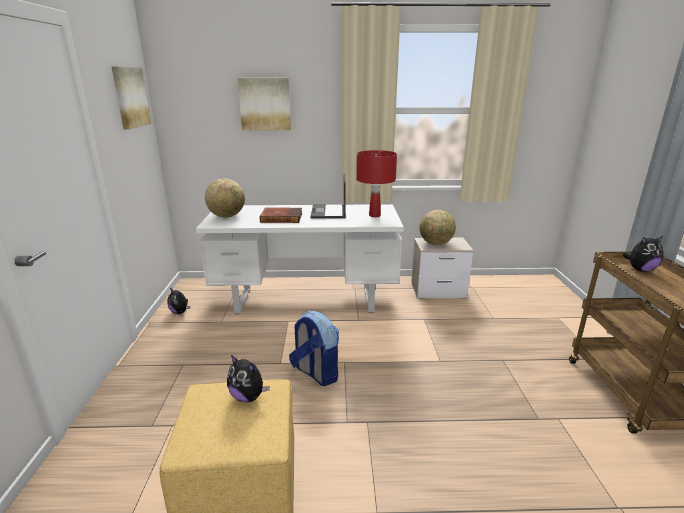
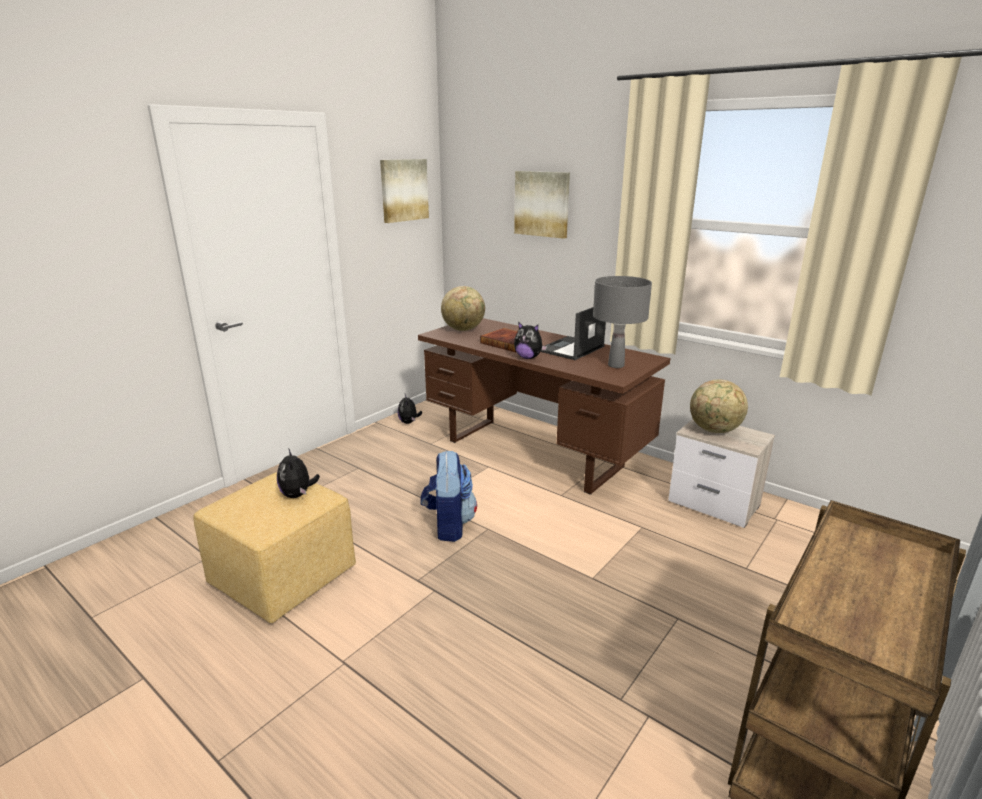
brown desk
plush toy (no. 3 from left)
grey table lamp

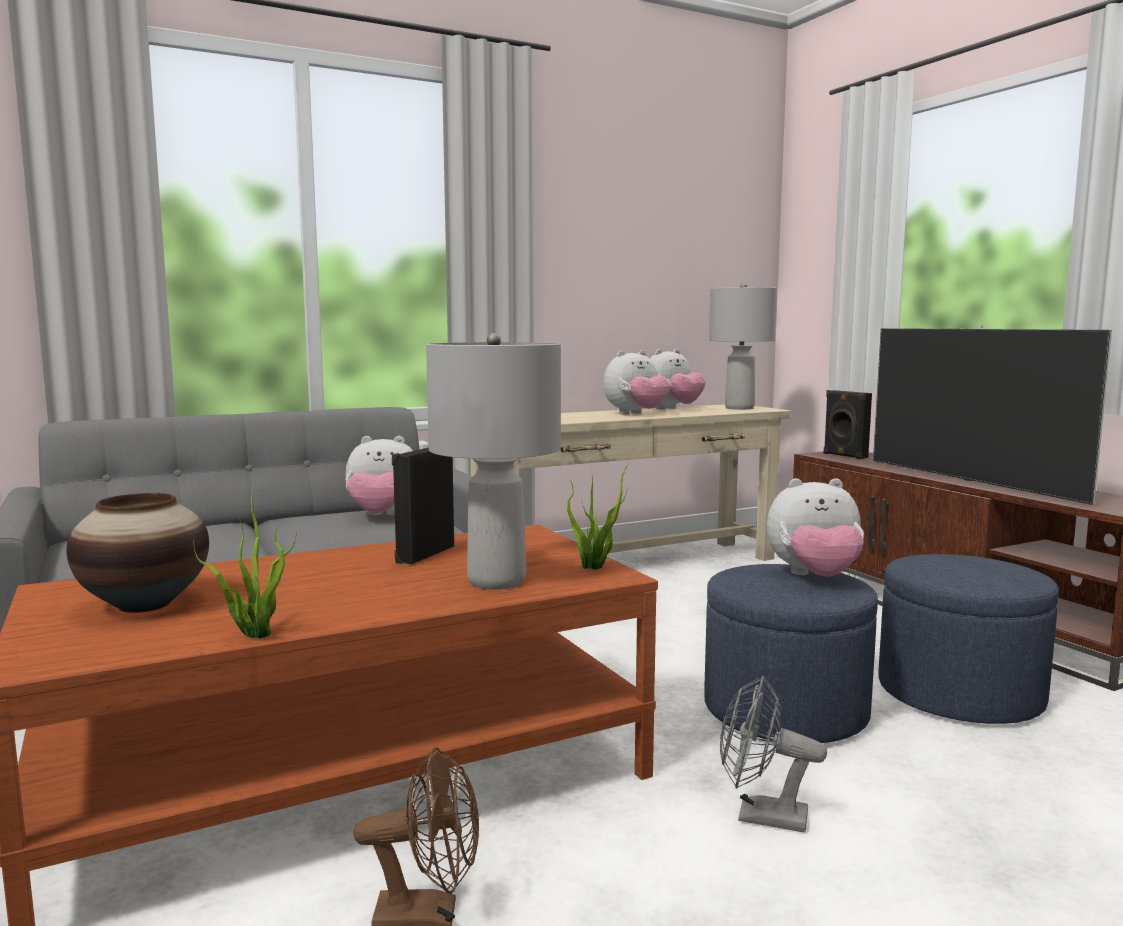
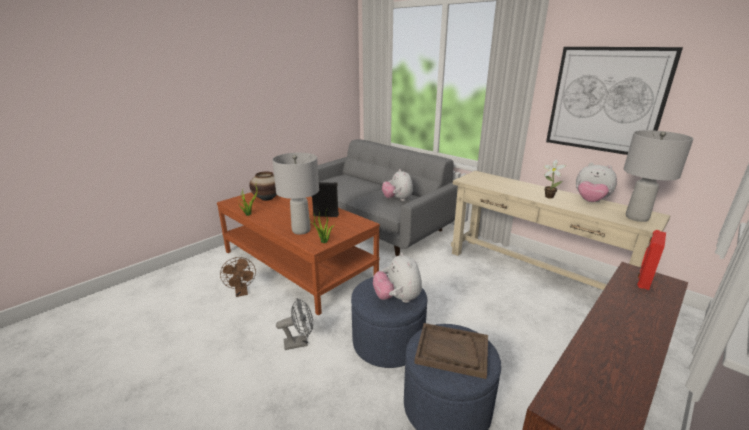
grey fan
brown tray
potted plant (no. 3 from left)
picture
red speaker
television

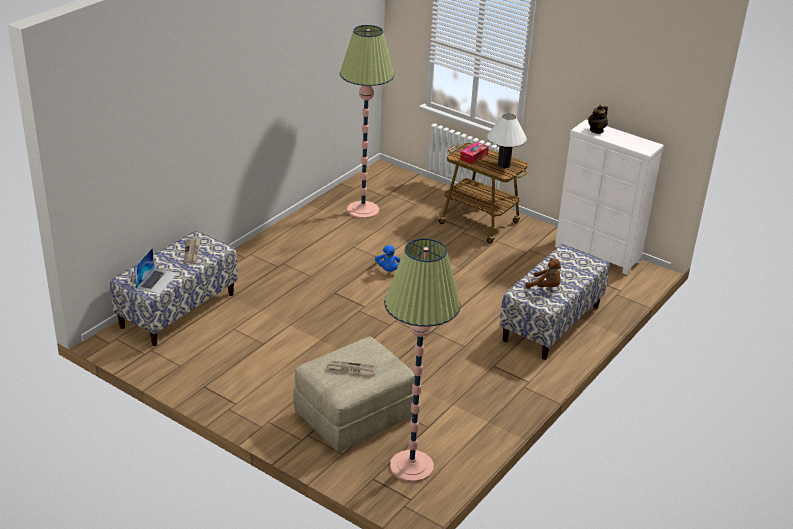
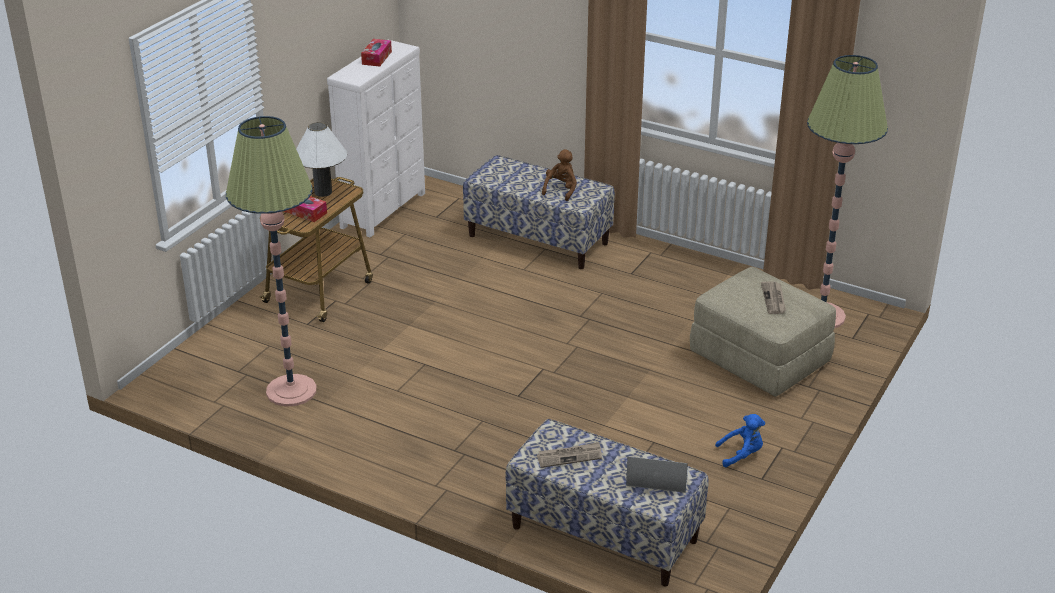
tissue box (no. 2 from left)
blue plush toy
teapot

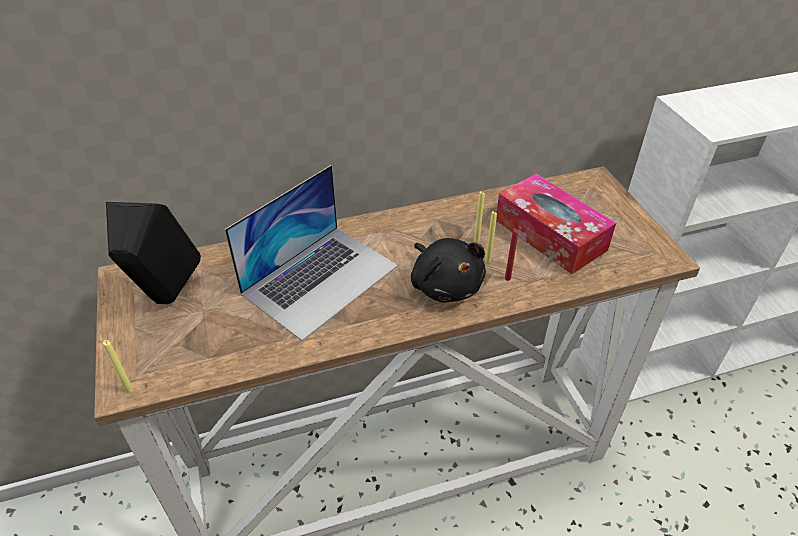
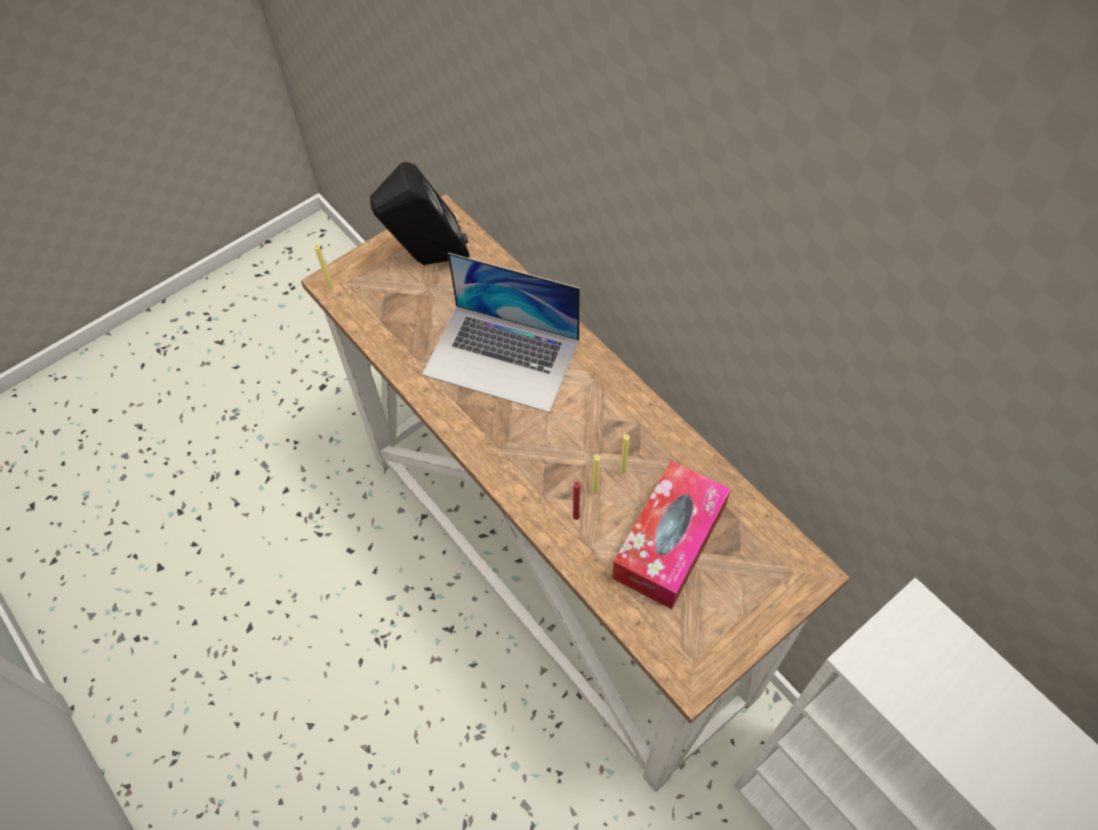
black plush toy

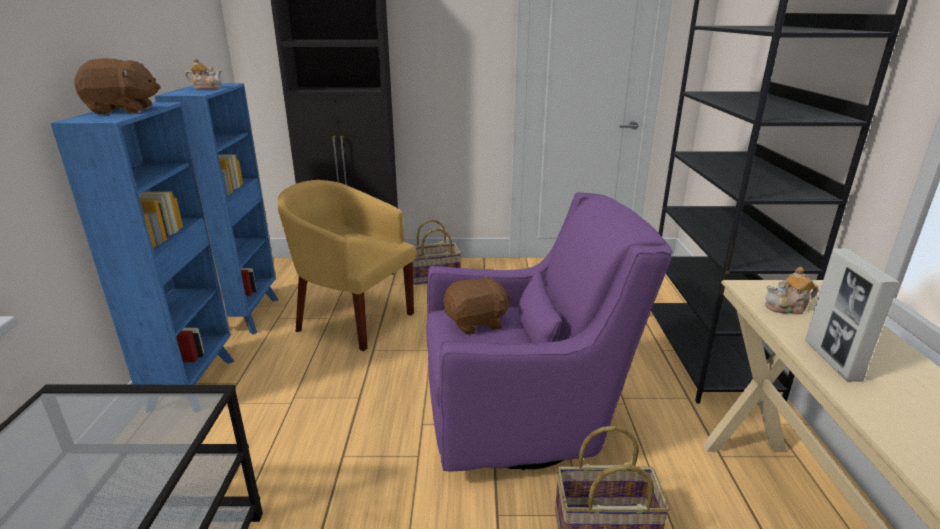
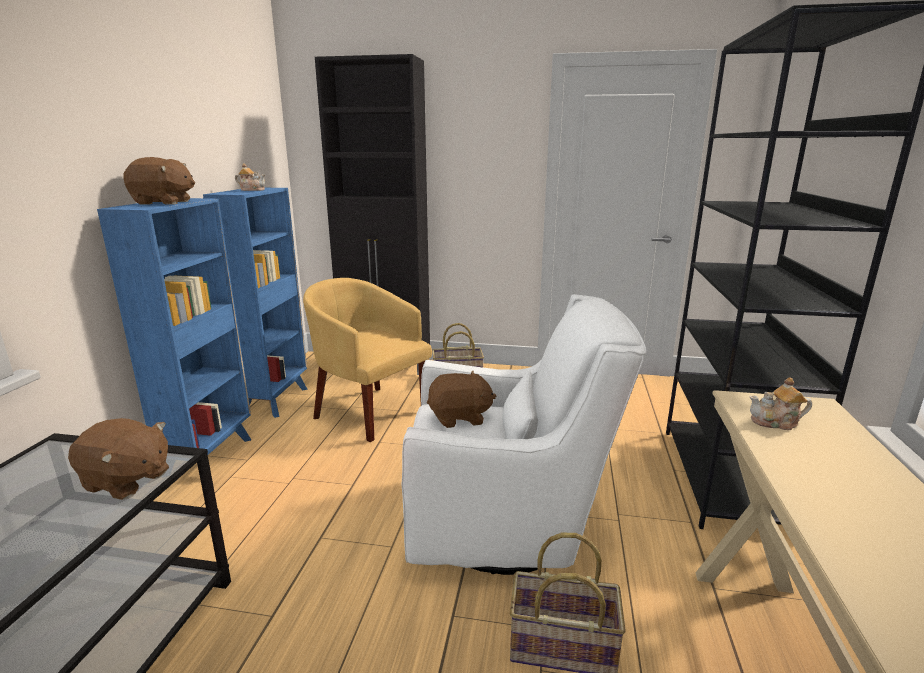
brown plush toy (no. 1 from left)
white armchair
picture frame

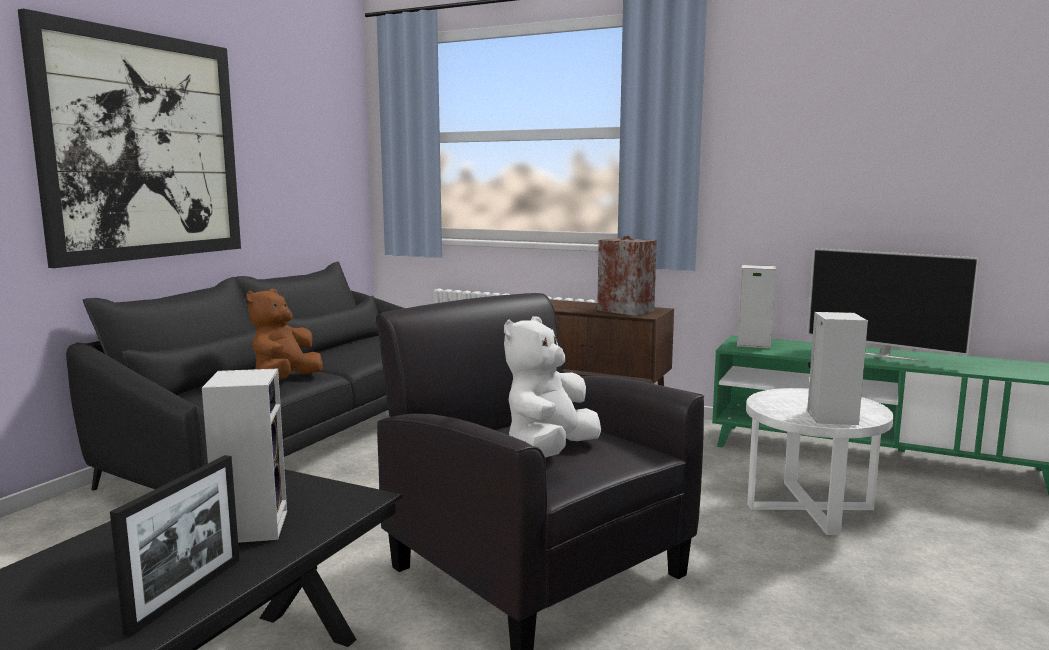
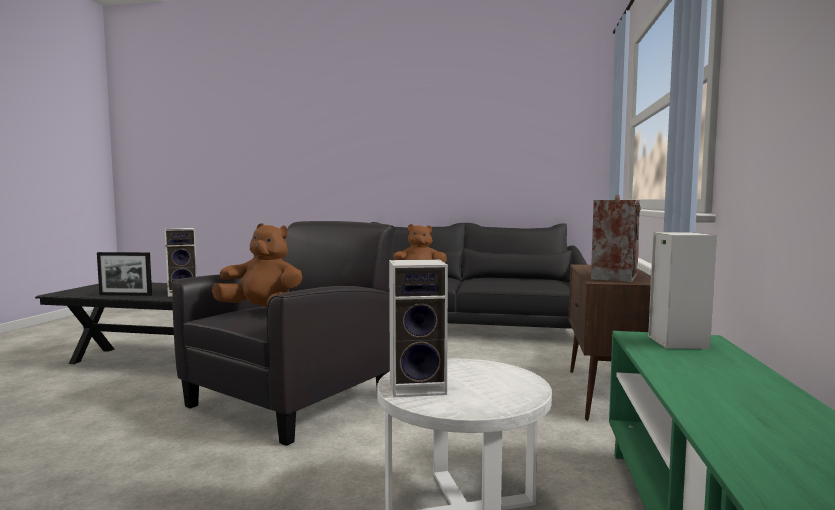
brown plush toy (no. 1 from left)
picture
television

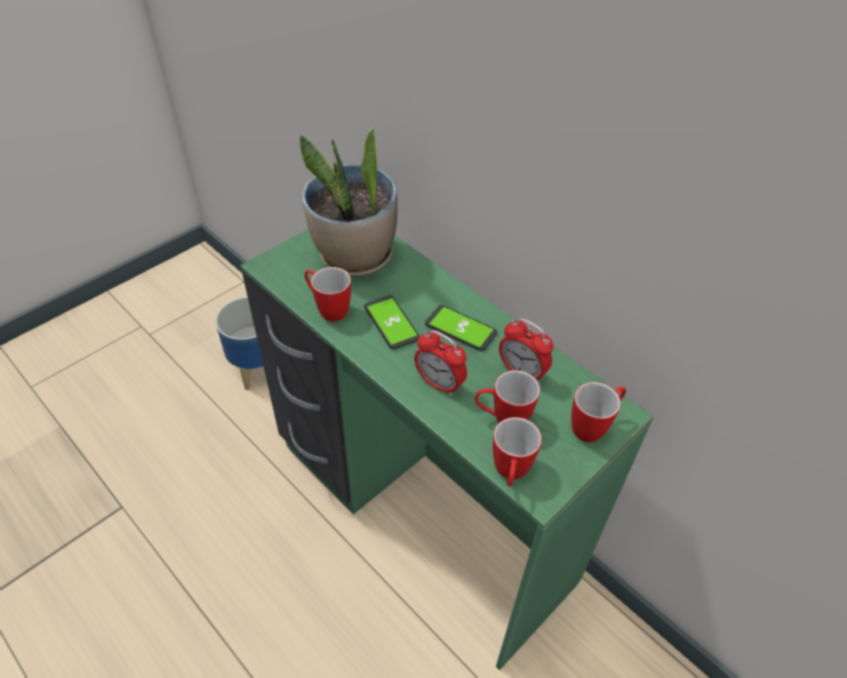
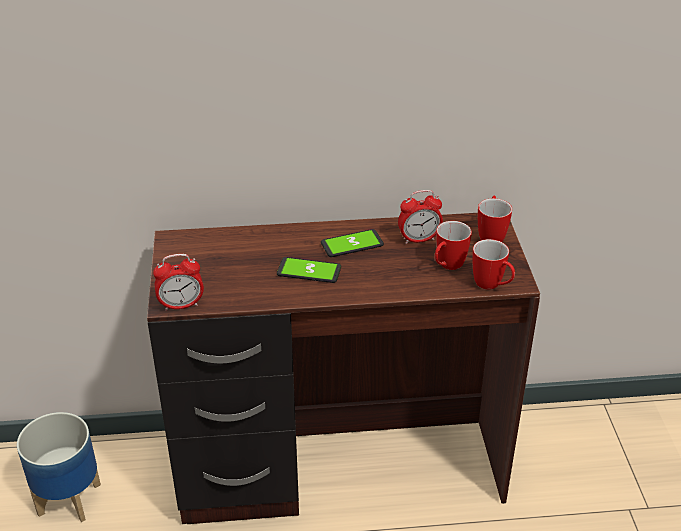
brown desk
alarm clock (no. 1 from left)
potted plant
mug (no. 1 from left in the first image)

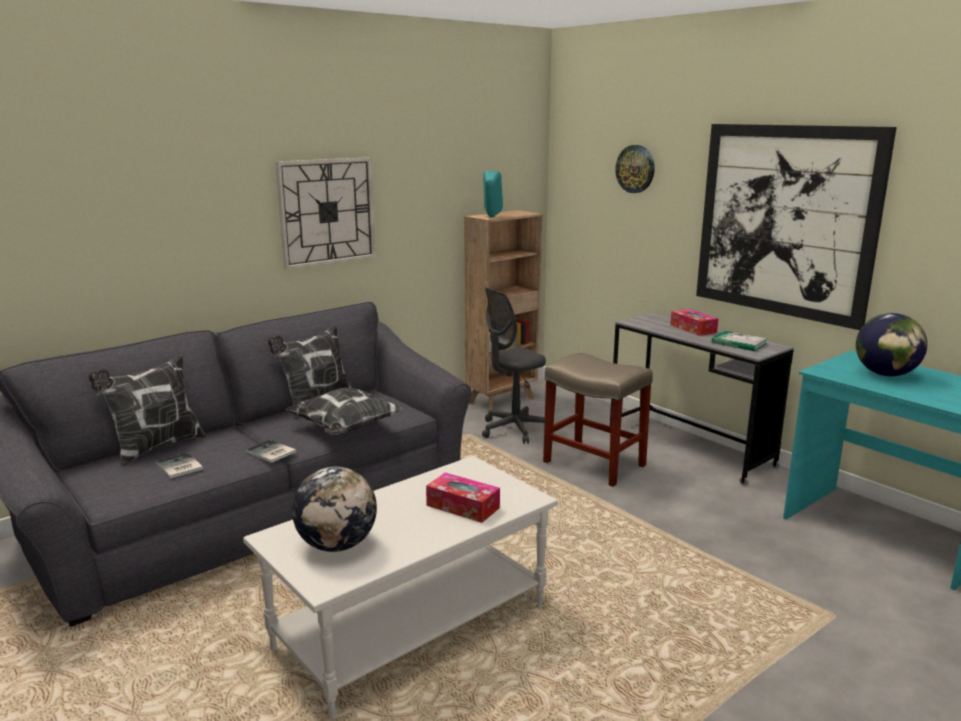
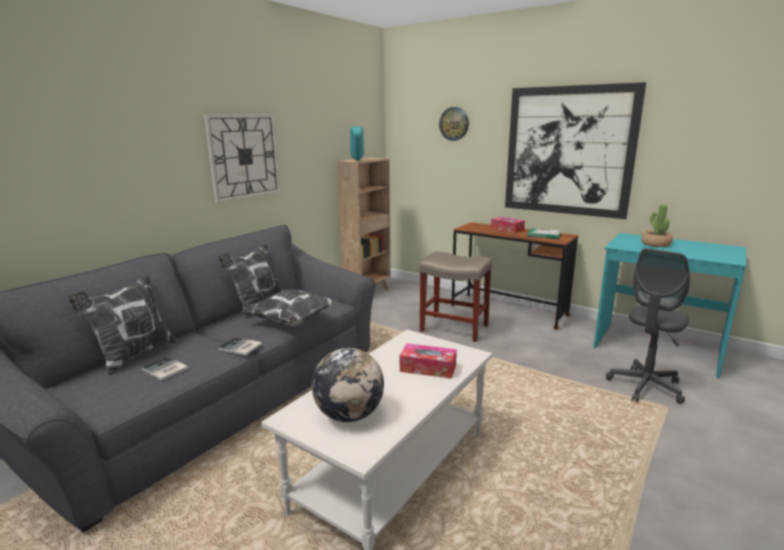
brown desk
grey office chair
potted plant

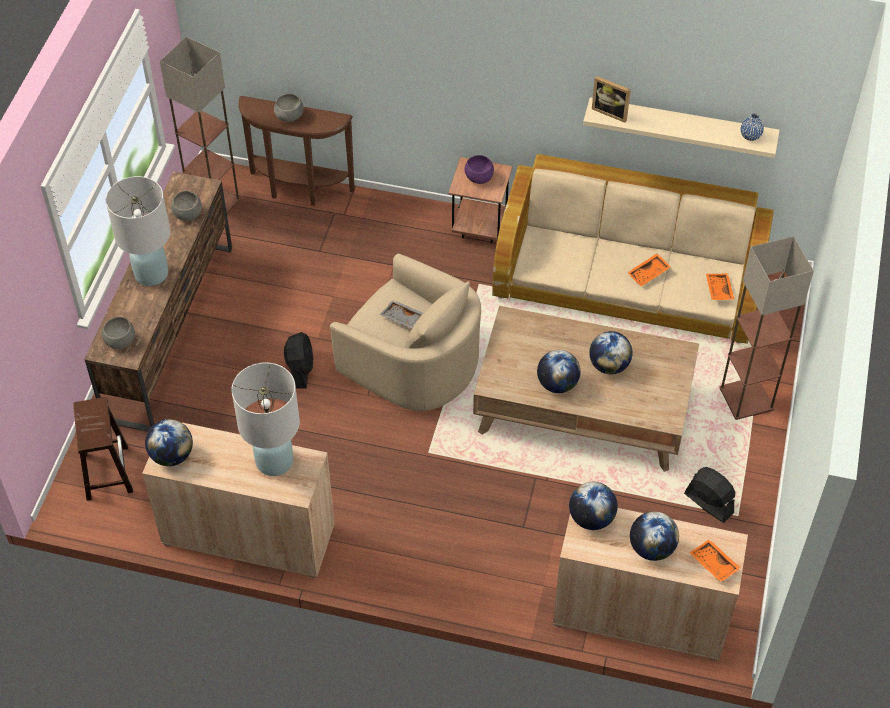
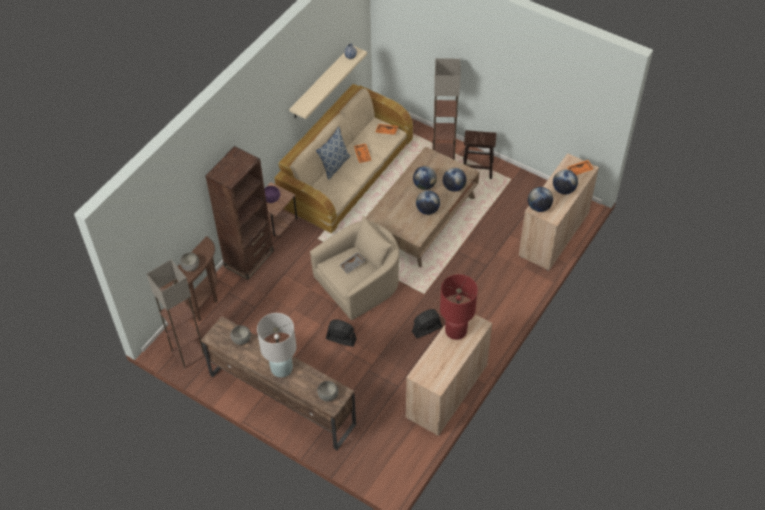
brown bookcase
pillow
black fan (no. 2 from left)
red table lamp
globe (no. 3 from left)
brown stool
picture frame

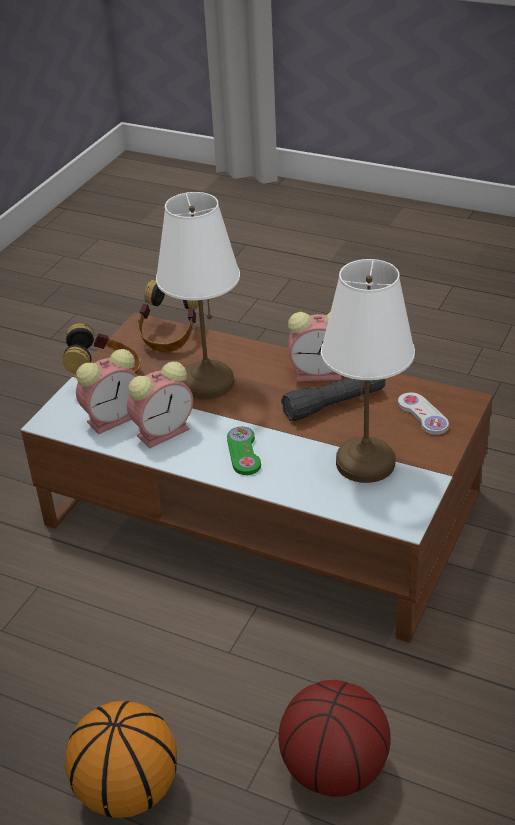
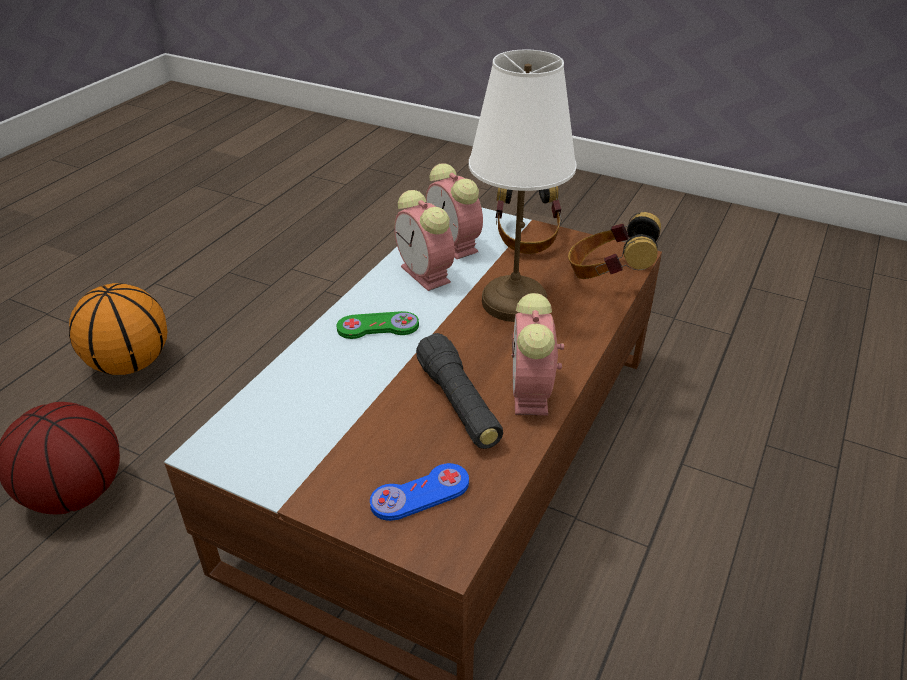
blue game controller
white table lamp (no. 2 from left in the first image)

